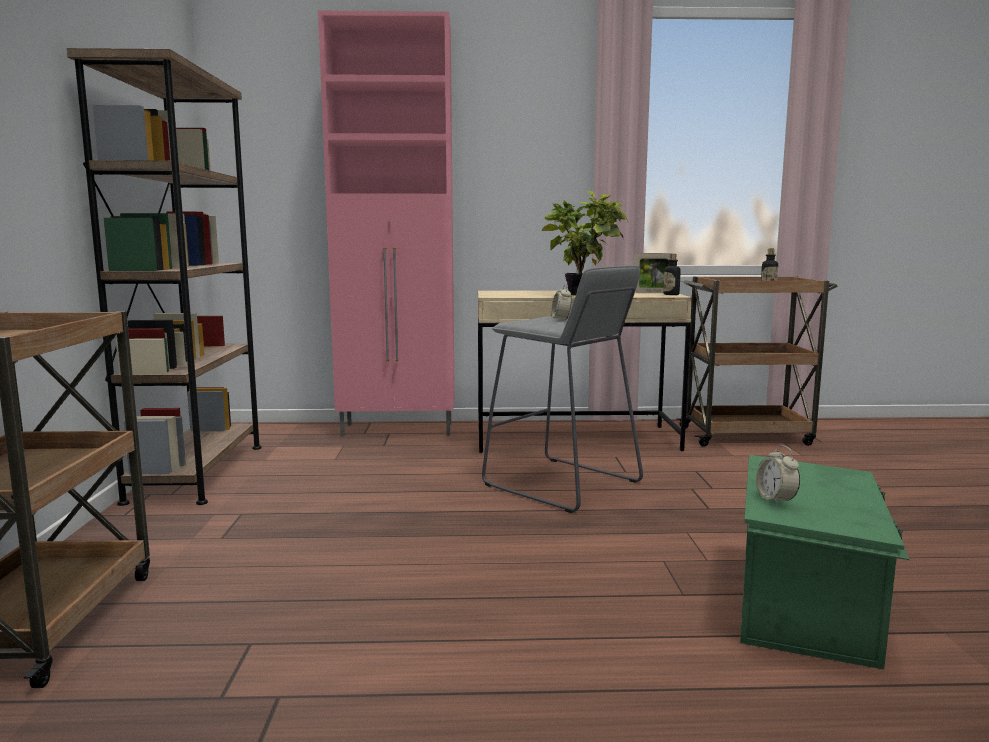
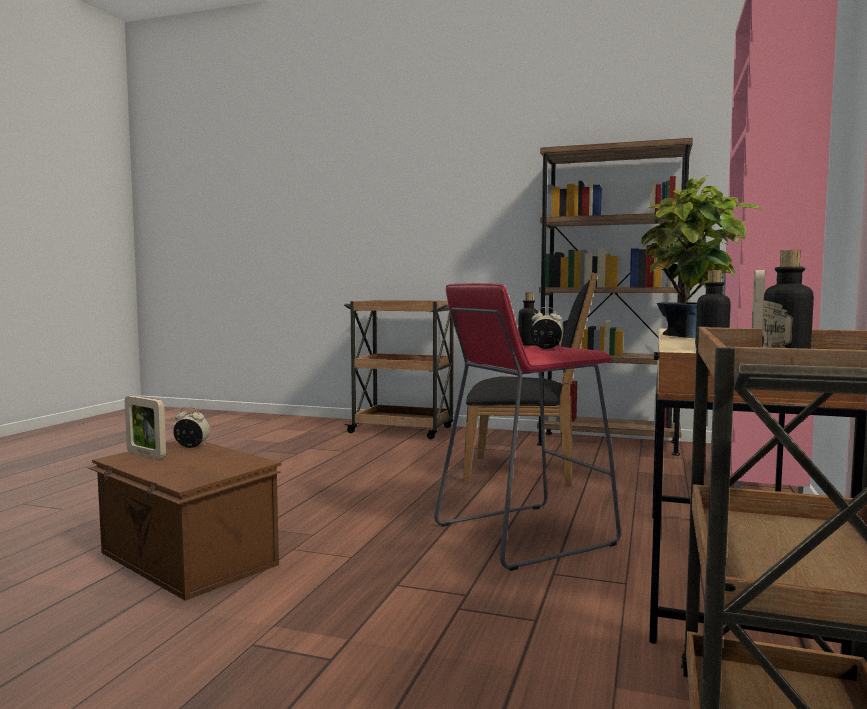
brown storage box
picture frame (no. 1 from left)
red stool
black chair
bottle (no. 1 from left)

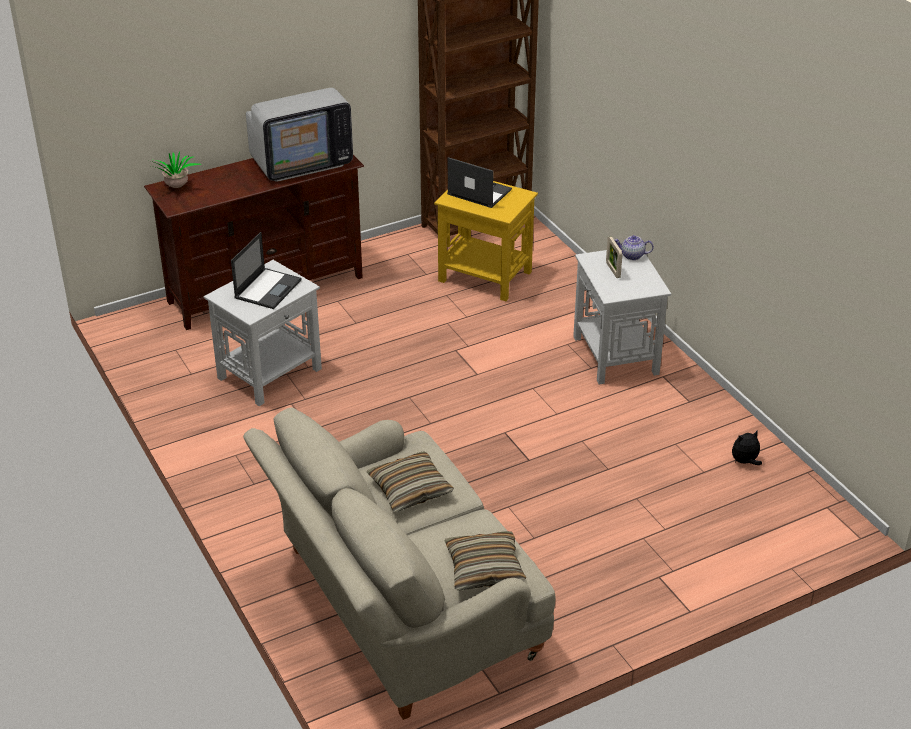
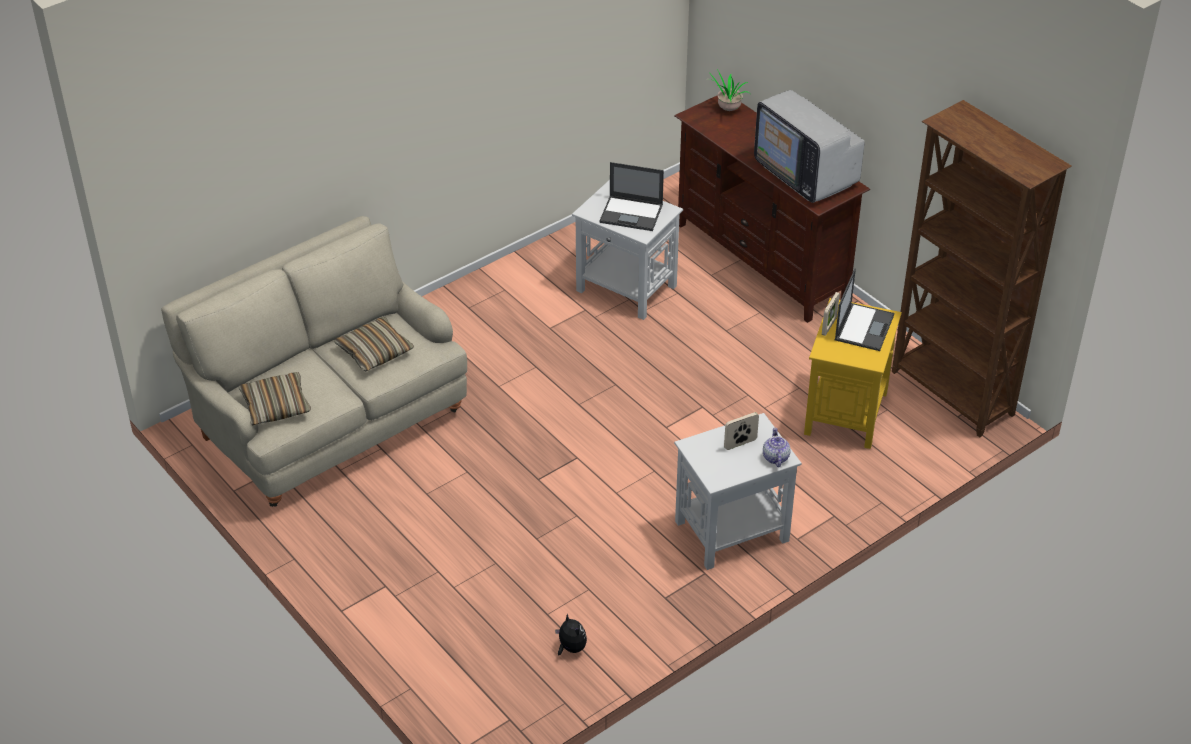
picture frame (no. 2 from left)

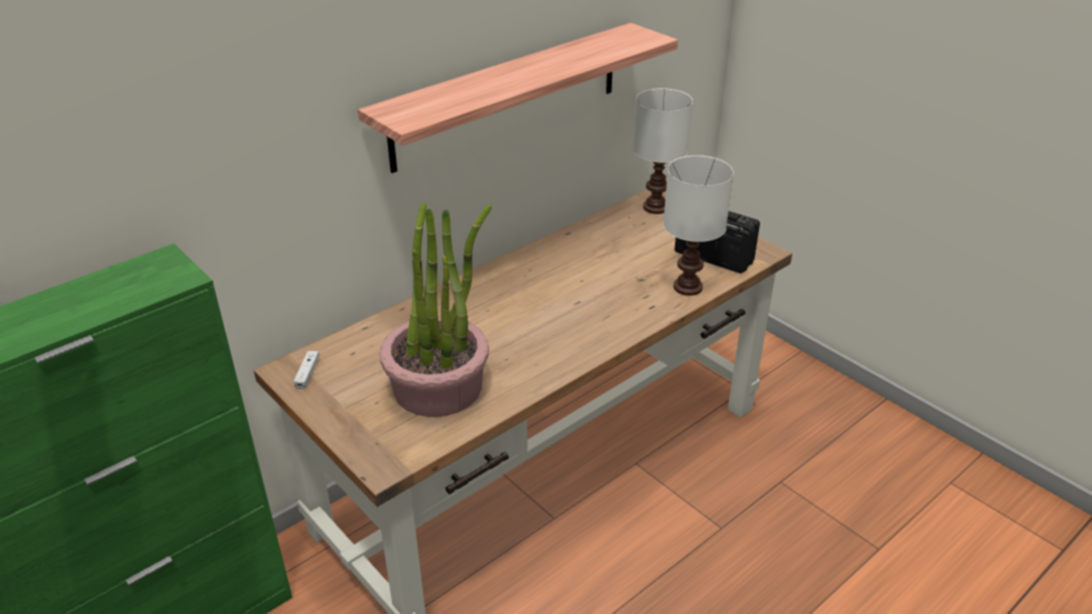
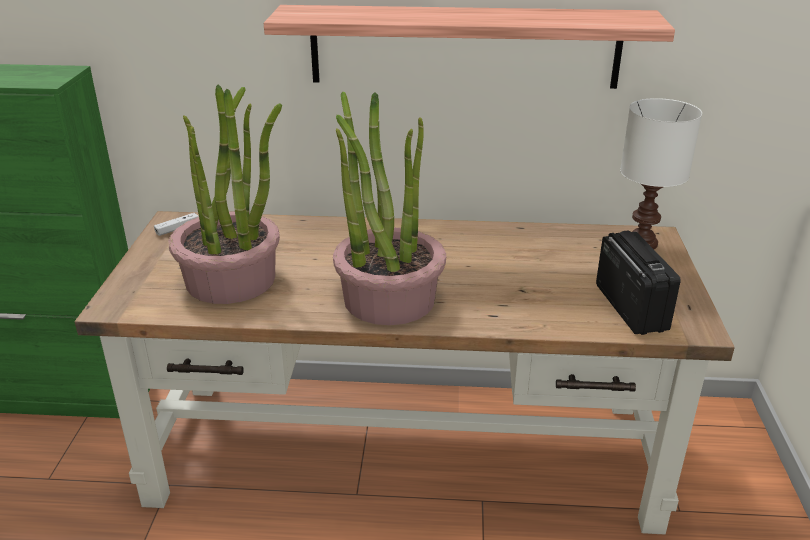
potted plant (no. 2 from left)
white table lamp (no. 2 from left in the first image)

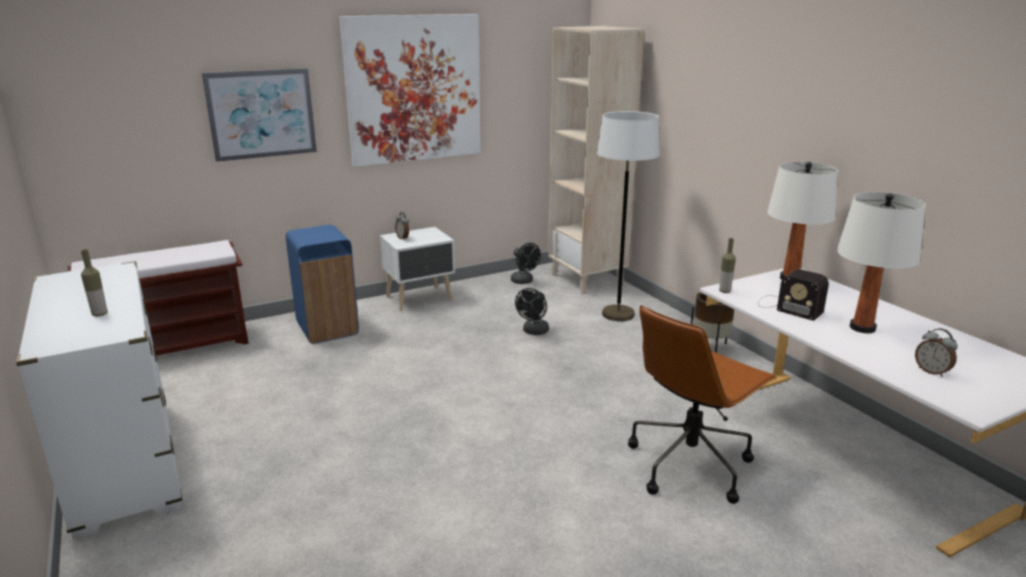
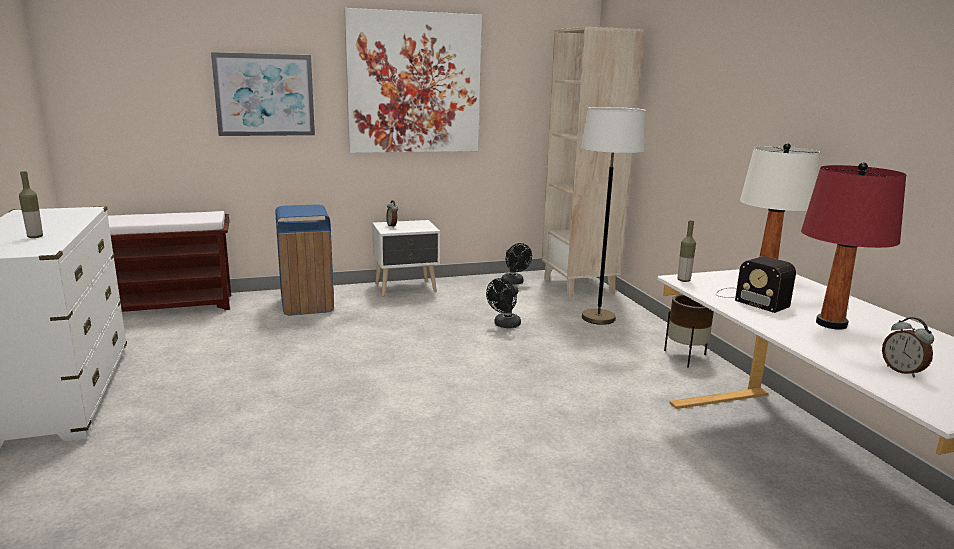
red table lamp
brown office chair

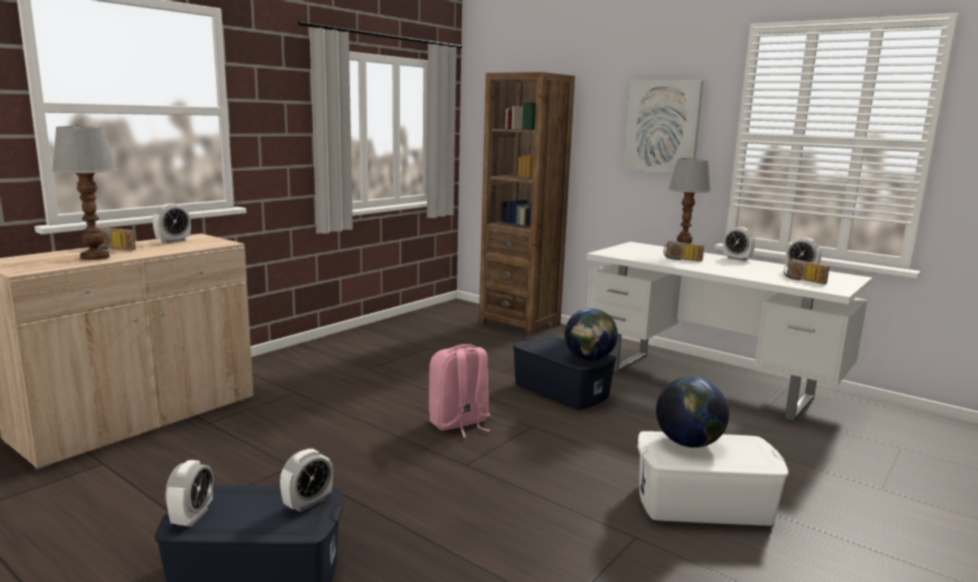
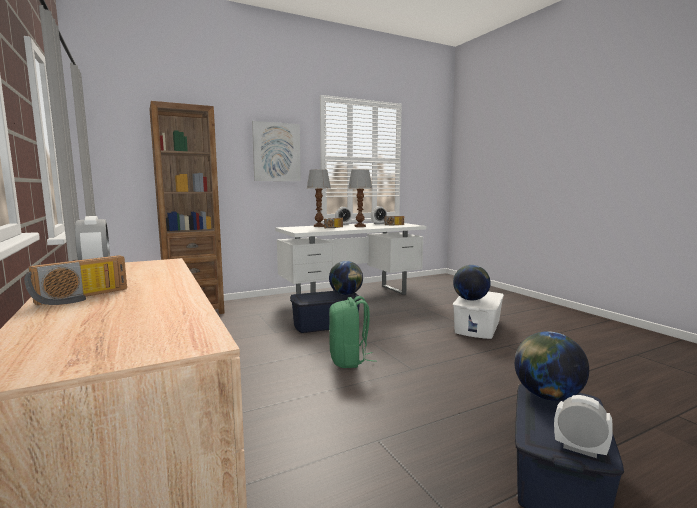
green backpack
table lamp (no. 2 from left)
globe (no. 3 from left)

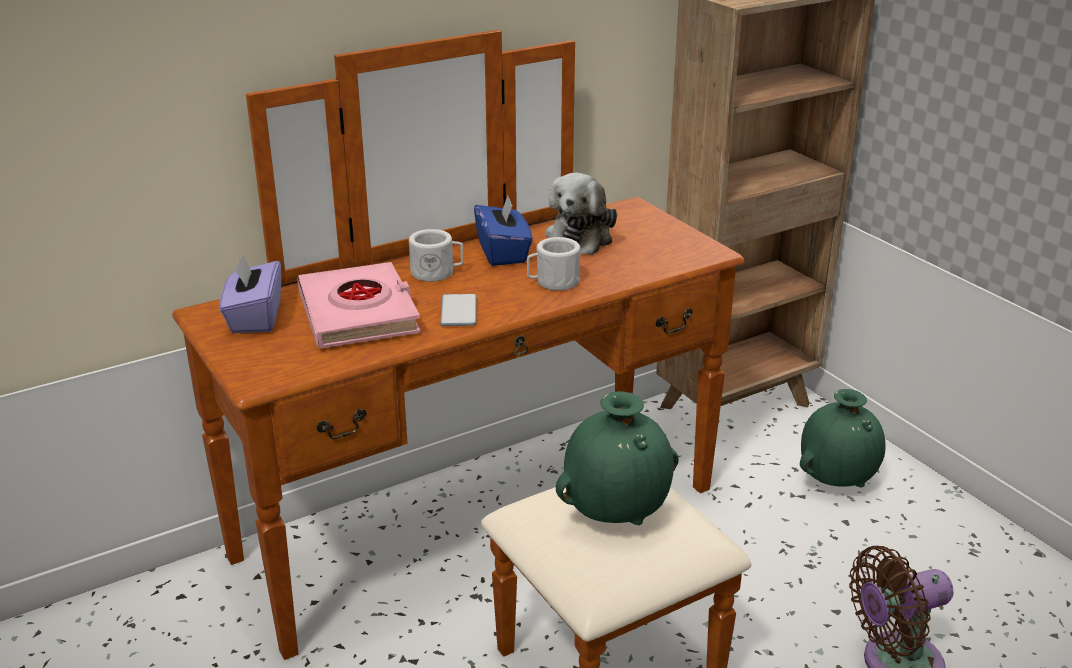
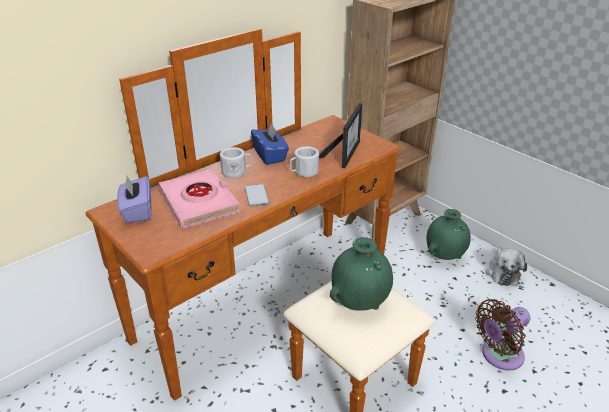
picture frame
plush toy

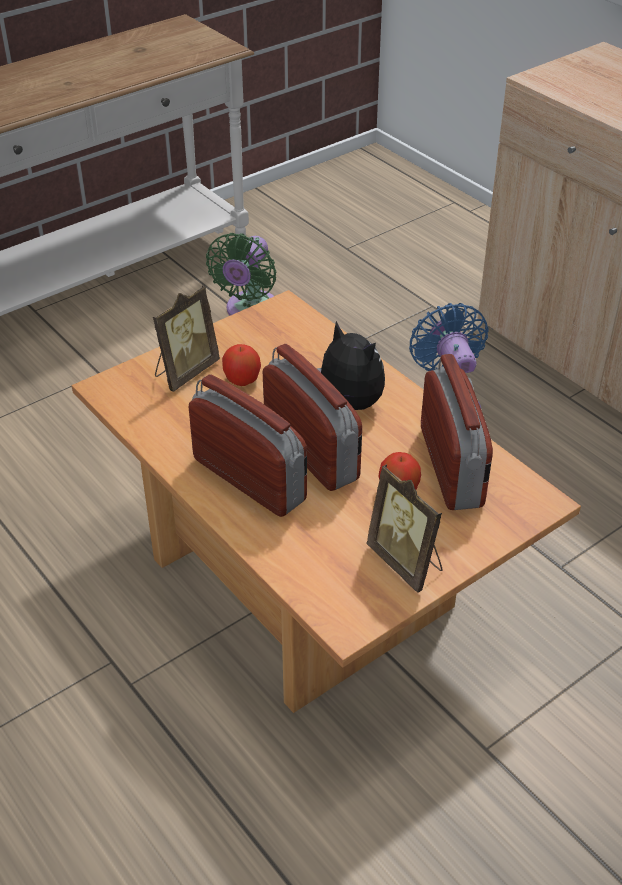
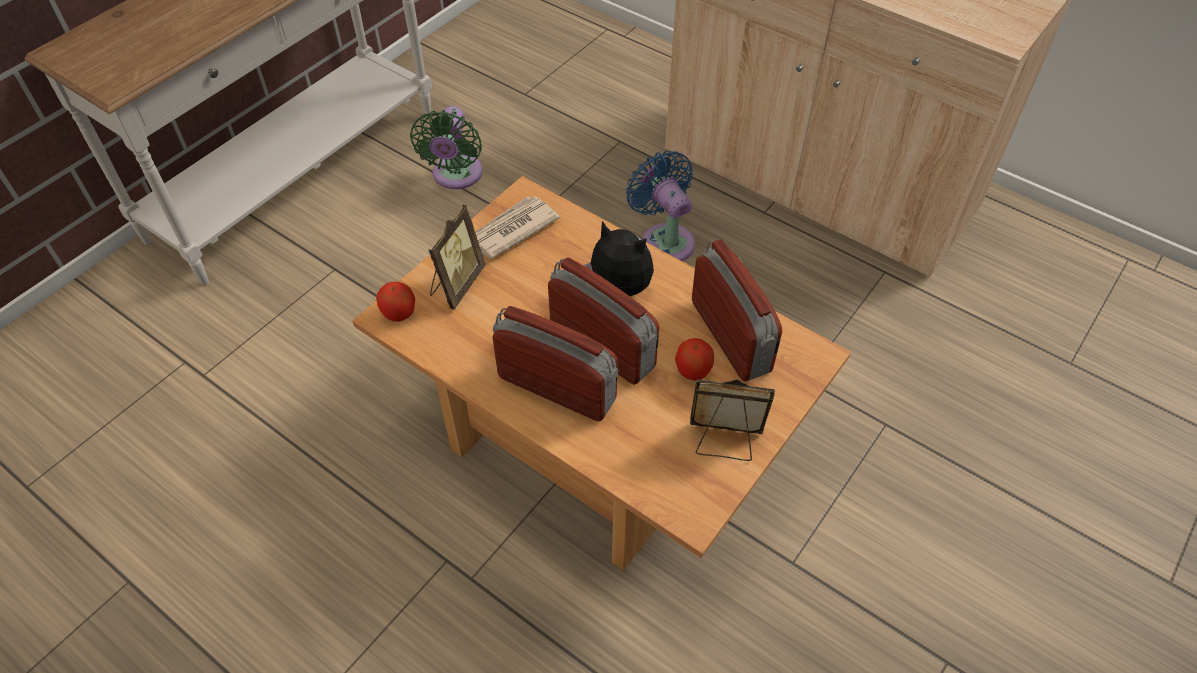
apple (no. 1 from left)
newspaper
picture frame (no. 2 from left)

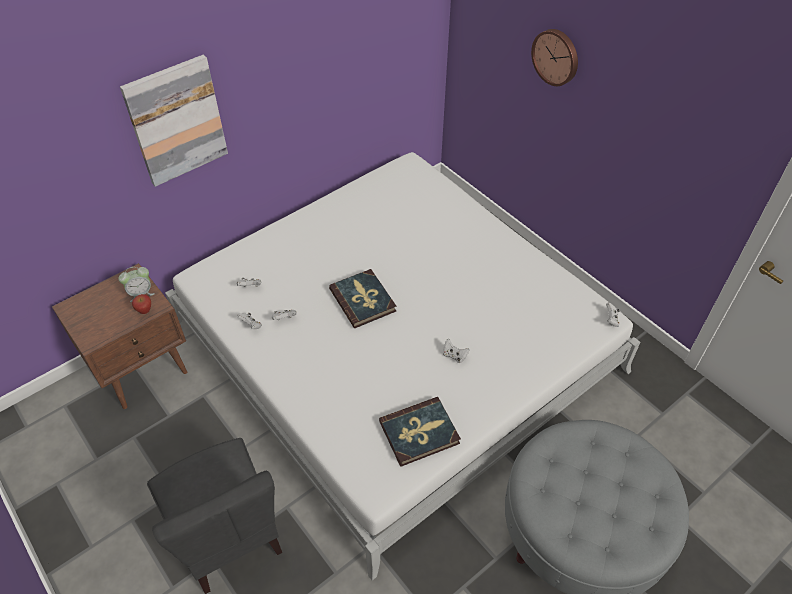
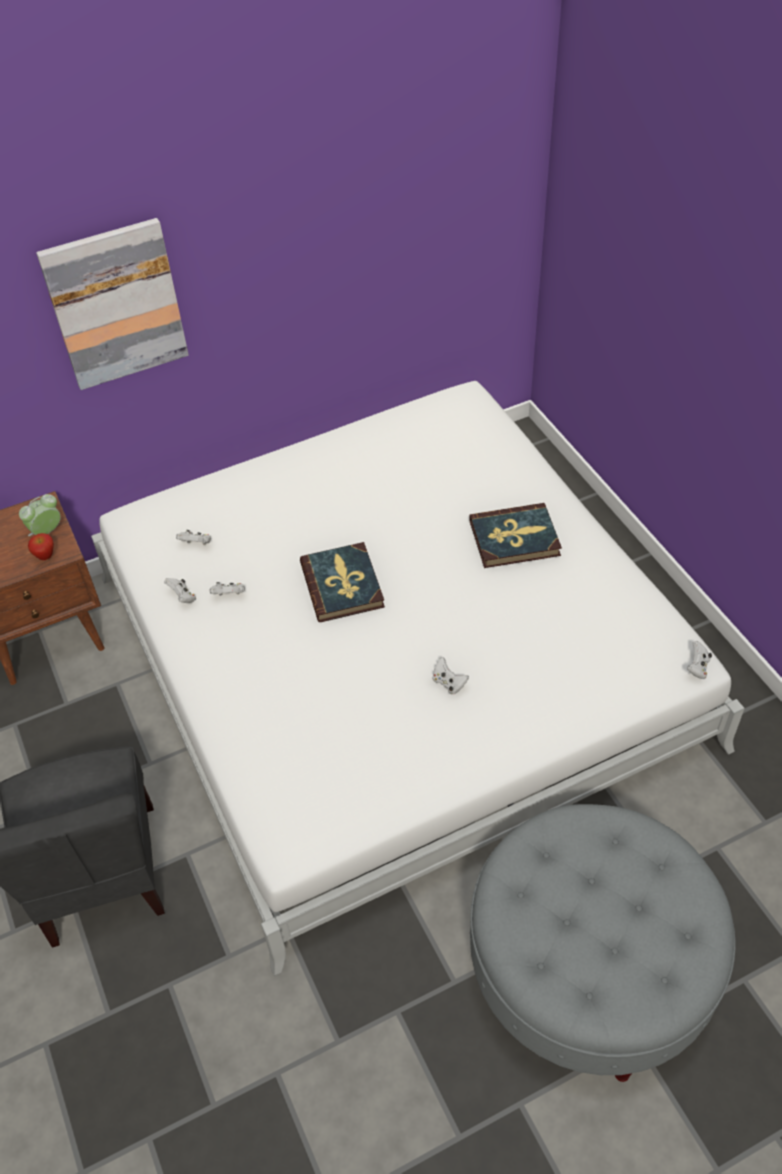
alarm clock
book (no. 2 from left)
wall clock

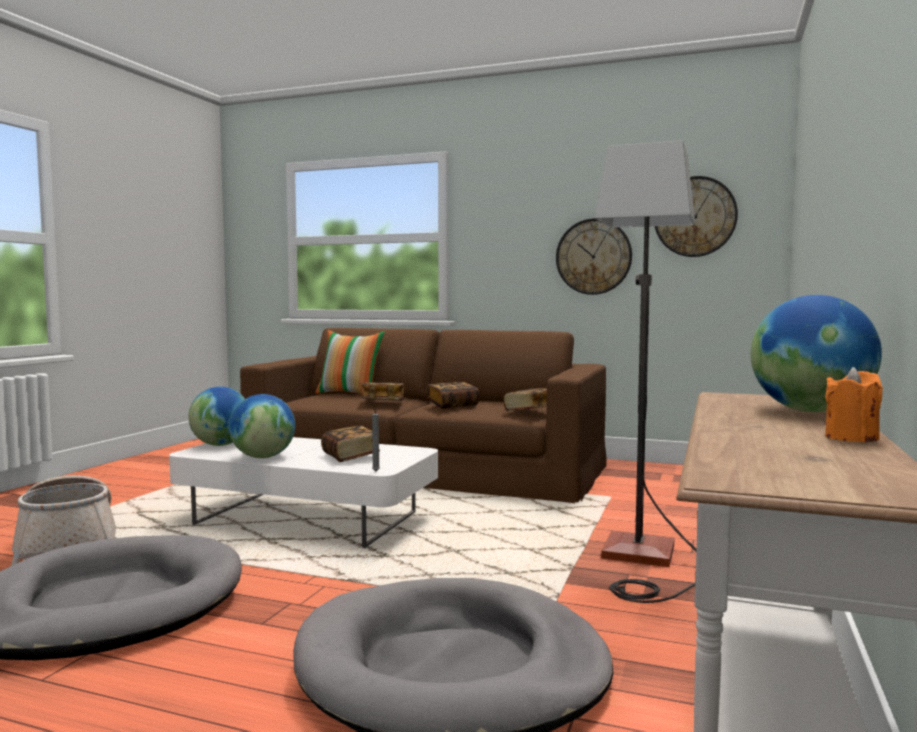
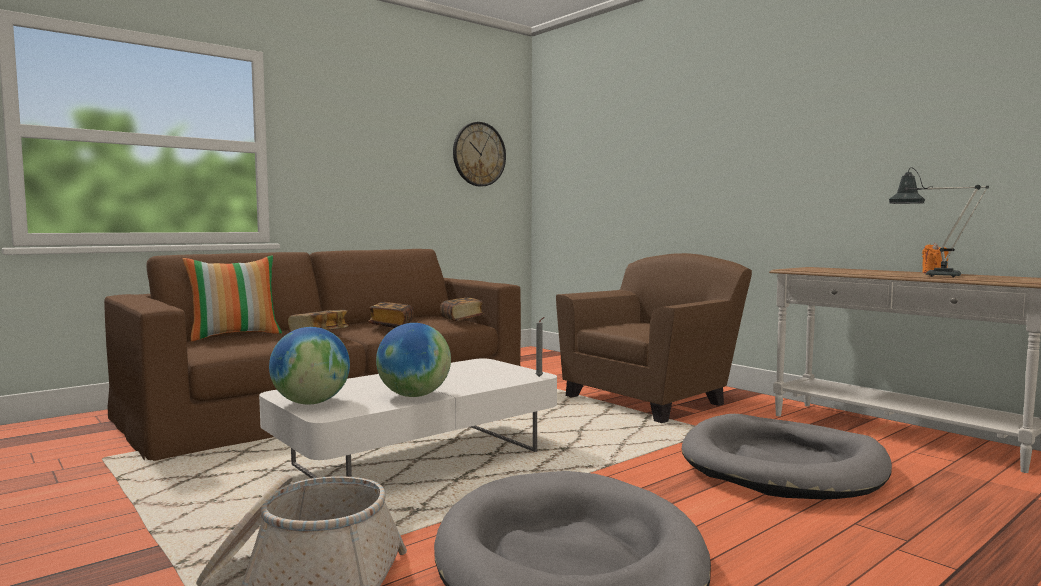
brown armchair
table lamp
book (no. 1 from left in the first image)
wall clock (no. 1 from left in the first image)
globe (no. 3 from left in the first image)

